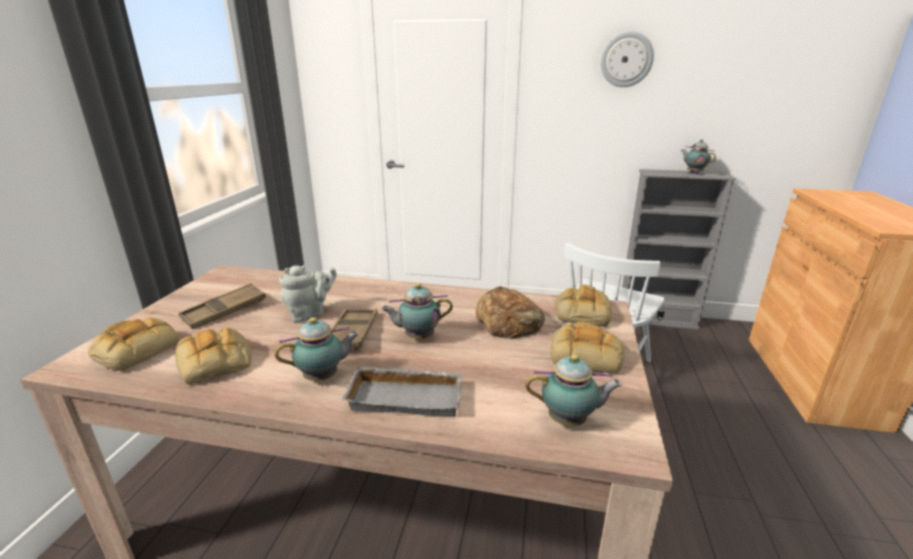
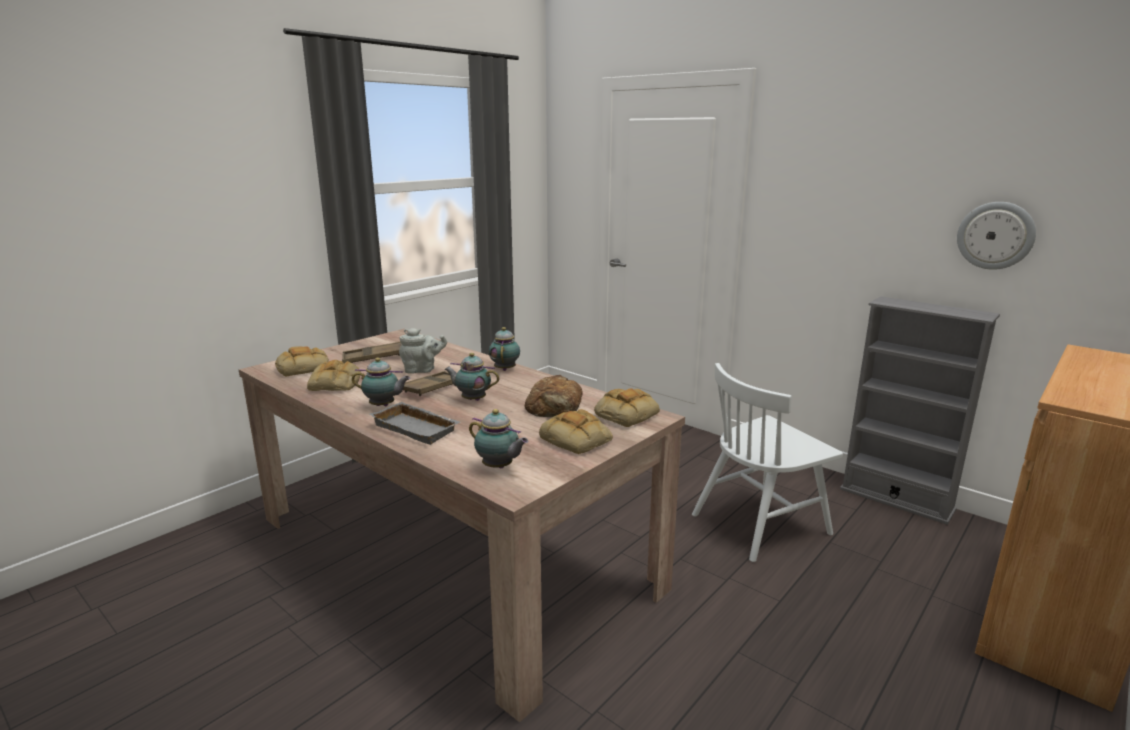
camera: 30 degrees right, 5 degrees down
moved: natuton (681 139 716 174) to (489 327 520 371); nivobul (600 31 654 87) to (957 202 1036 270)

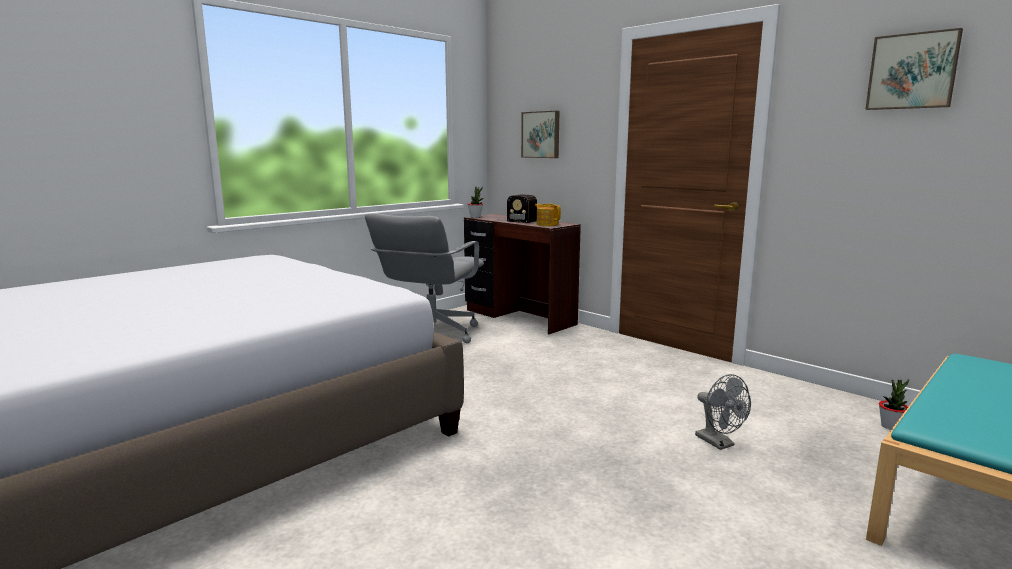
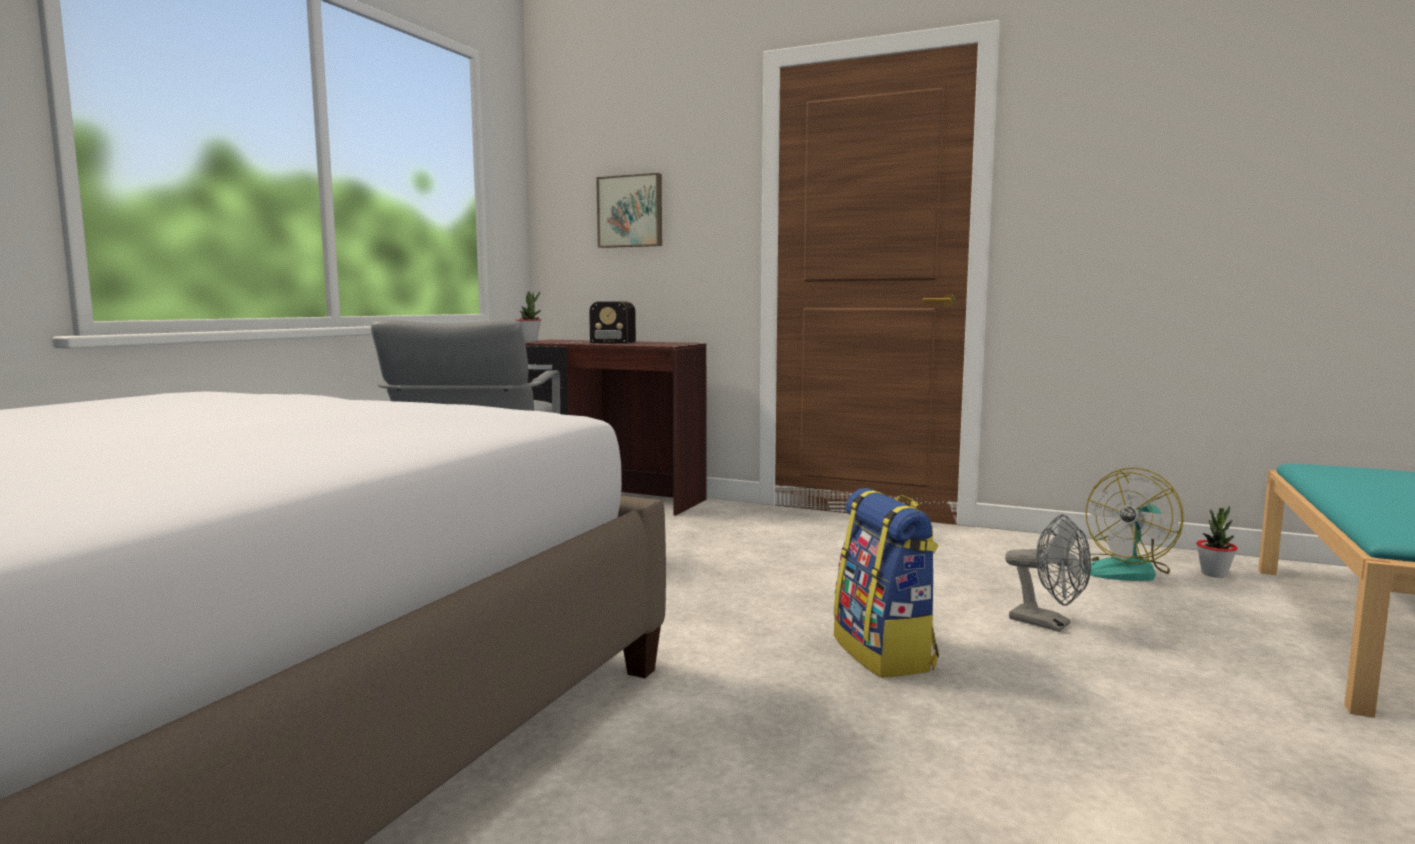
camera: 20 degrees left, 5 degrees down
removed: natuton (535 204 561 226); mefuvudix (865 28 963 110)
added: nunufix (834 488 939 678); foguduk (1083 468 1184 581)

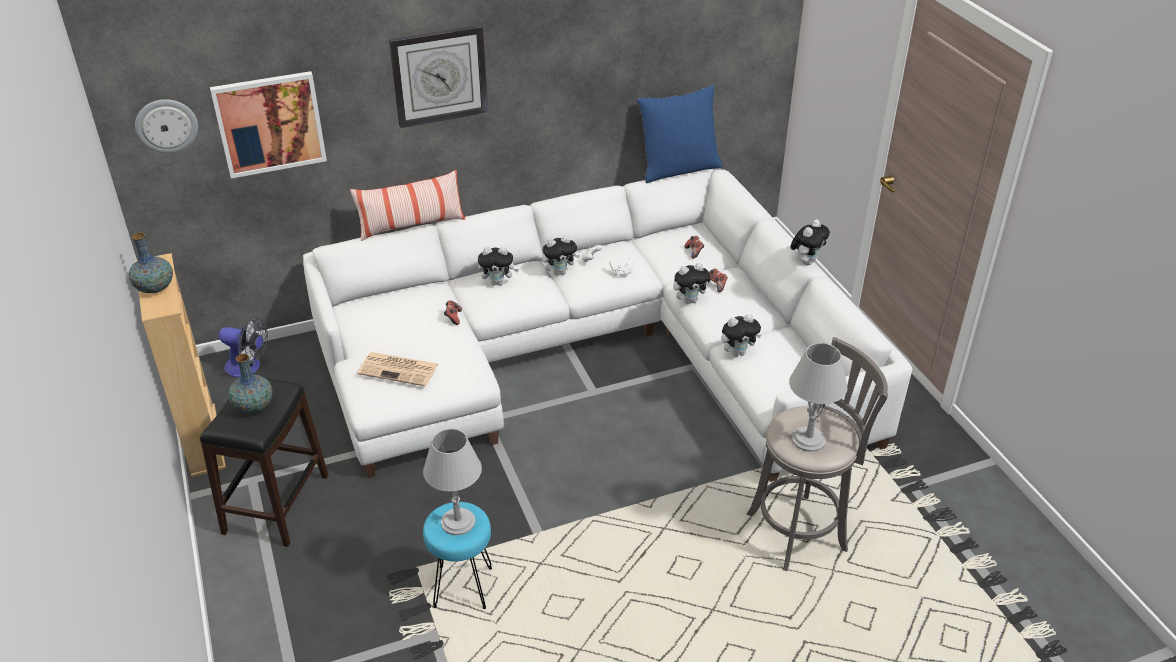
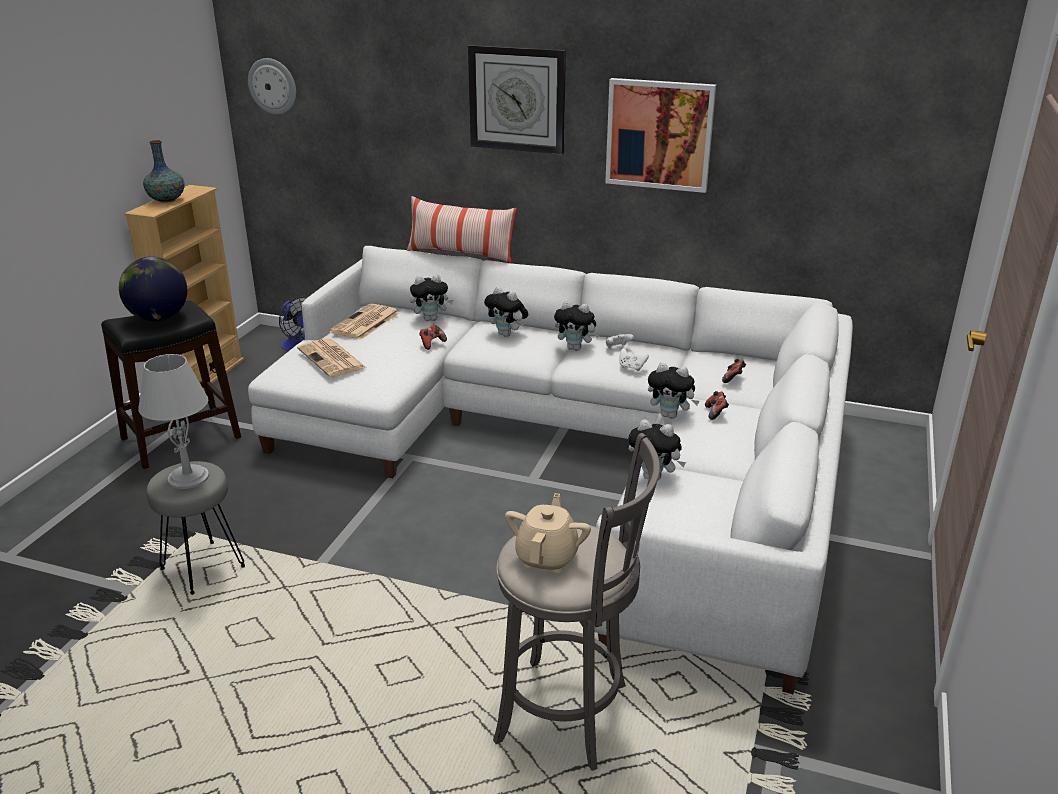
camera: 40 degrees right, 10 degrees down
removed: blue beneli (637 85 722 183)
added: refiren (329 304 399 340)
moved: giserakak (790 219 830 265) to (410 275 453 321); mefuvudix (210 71 327 178) to (605 78 716 193)
replaced: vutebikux (228 354 273 413) to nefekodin (119 257 187 321); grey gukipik (789 343 848 452) to beige natuton (505 493 591 573)
recoloured: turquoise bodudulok (423 502 492 609) to grey bodudulok (147 461 245 595)

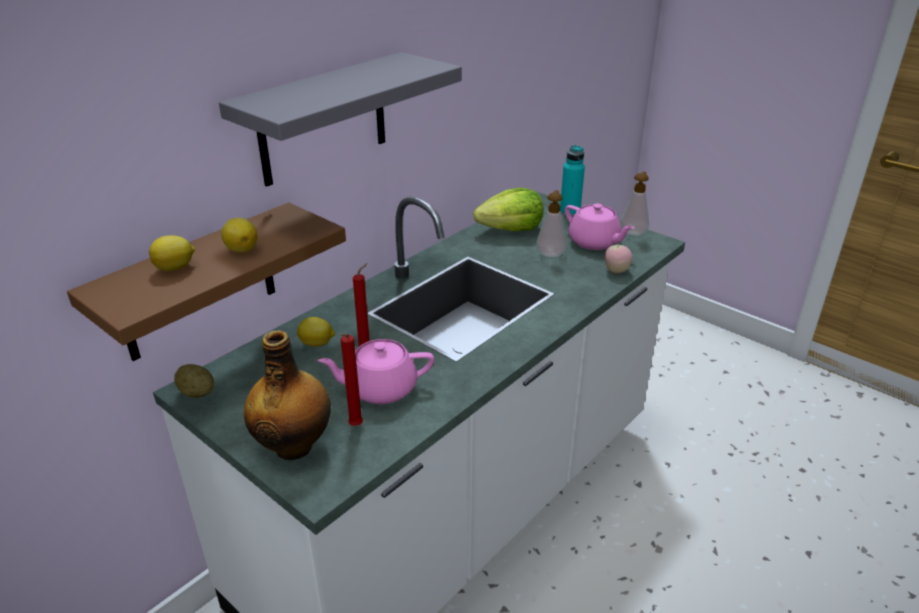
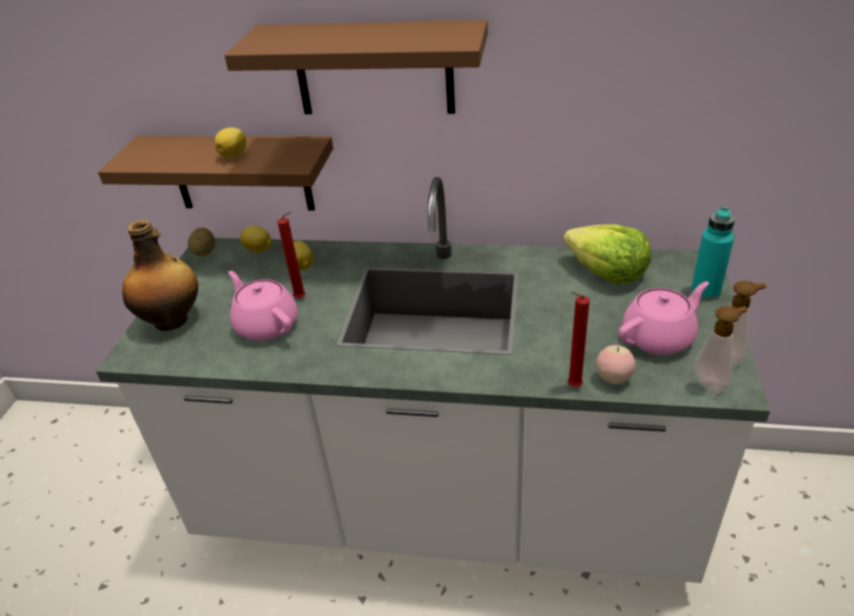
camera: 60 degrees right, 5 degrees up
moved: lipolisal (149 235 195 271) to (240 226 272 253); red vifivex (341 334 363 426) to (567 292 590 387); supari (536 190 566 257) to (694 306 748 393)
recoloured: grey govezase (219 52 462 187) to brown govezase (224 20 488 114)
turned: pink natuton (565 203 634 250) = (619 282 709 355) 135 degrees counterclockwise

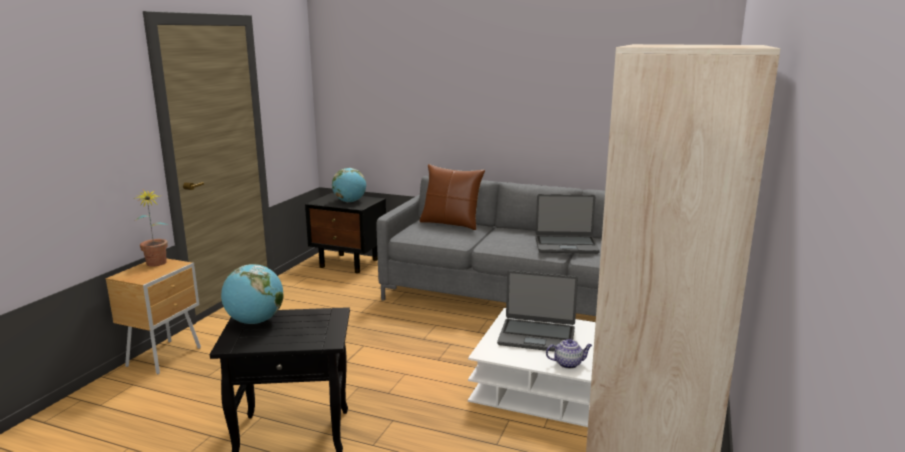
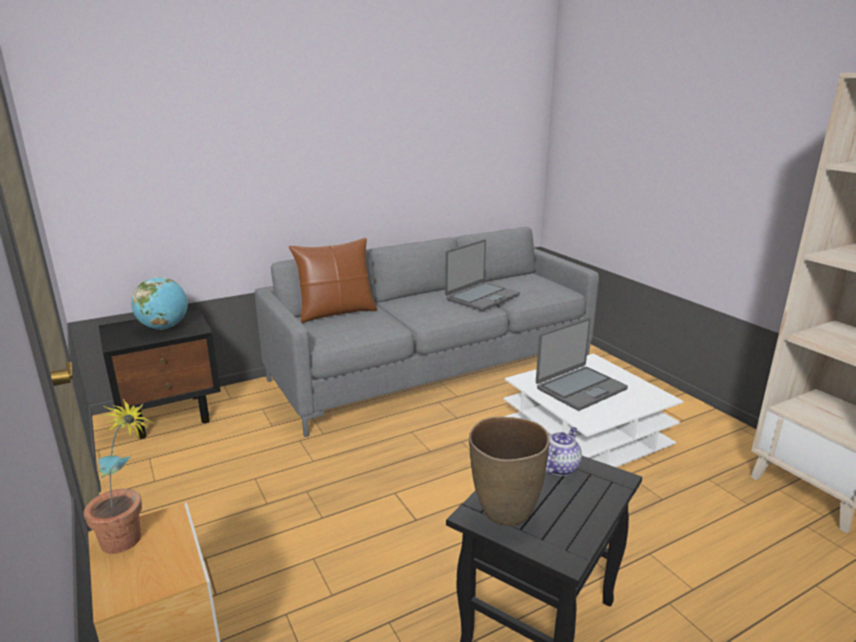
camera: 50 degrees left, 5 degrees up
moved: natuton (546 339 592 369) to (546 427 582 476)
replaced: nefekodin (221 264 284 324) to brown vutebikux (469 417 550 526)

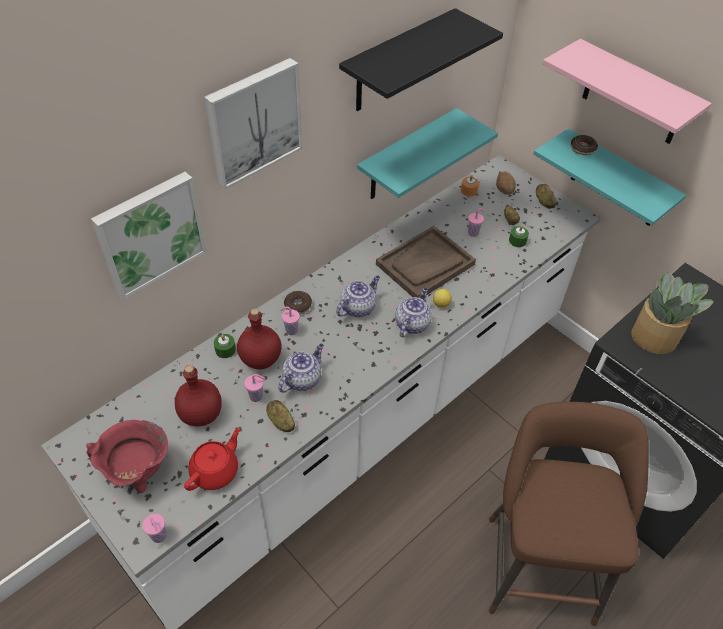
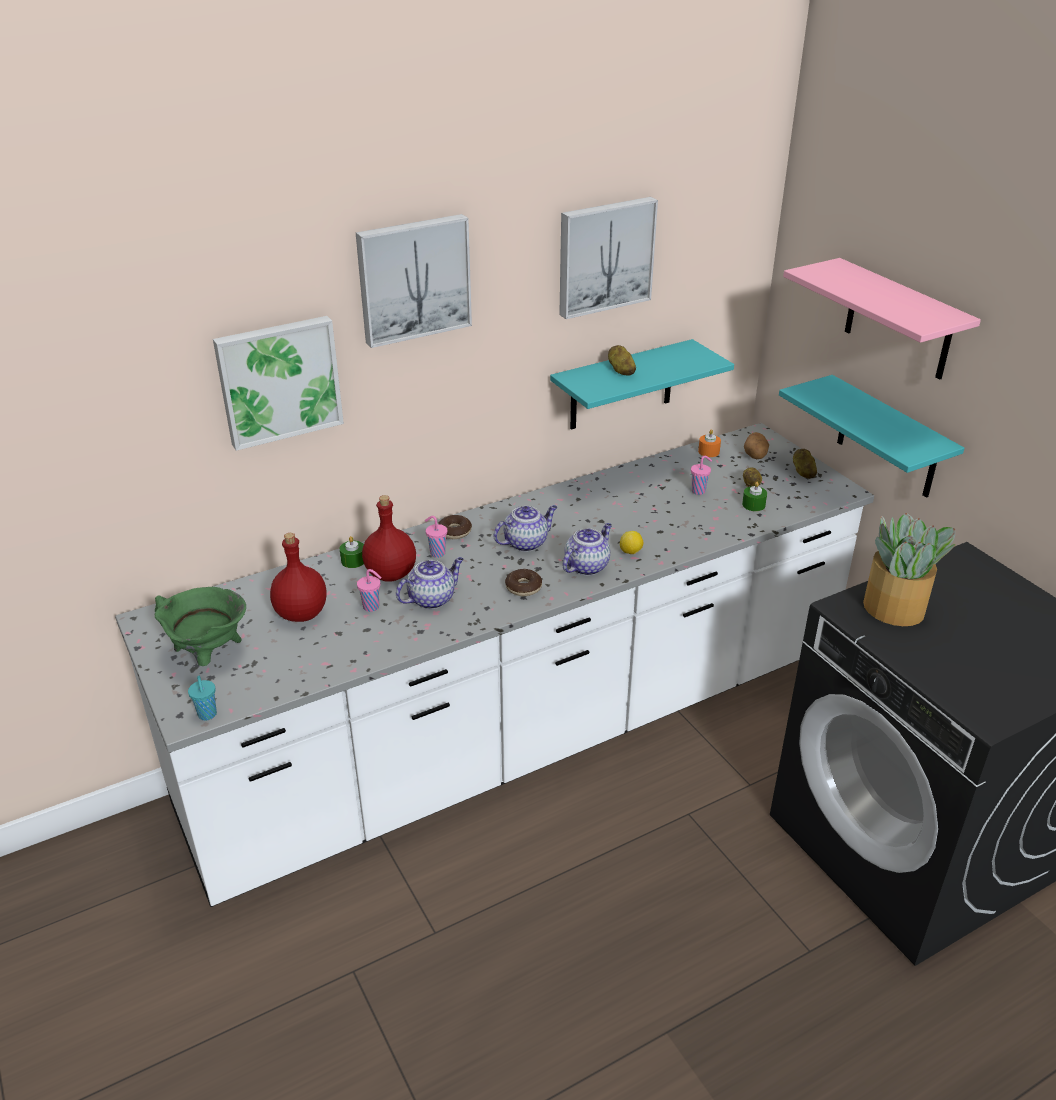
camera: 15 degrees right, 15 degrees down
removed: red natuton (184 428 240 491); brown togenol (376 226 476 298); brown bodudulok (489 402 649 626)
moved: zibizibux (571 135 598 156) to (505 569 542 597); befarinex (266 400 295 432) to (608 345 636 376)
replaced: black govezase (339 8 503 111) to mefuvudix (559 197 658 319)
recoloured: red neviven (86 420 168 493) to green neviven (155 587 246 666); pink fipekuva (142 514 167 543) to turquoise fipekuva (188 676 217 721)

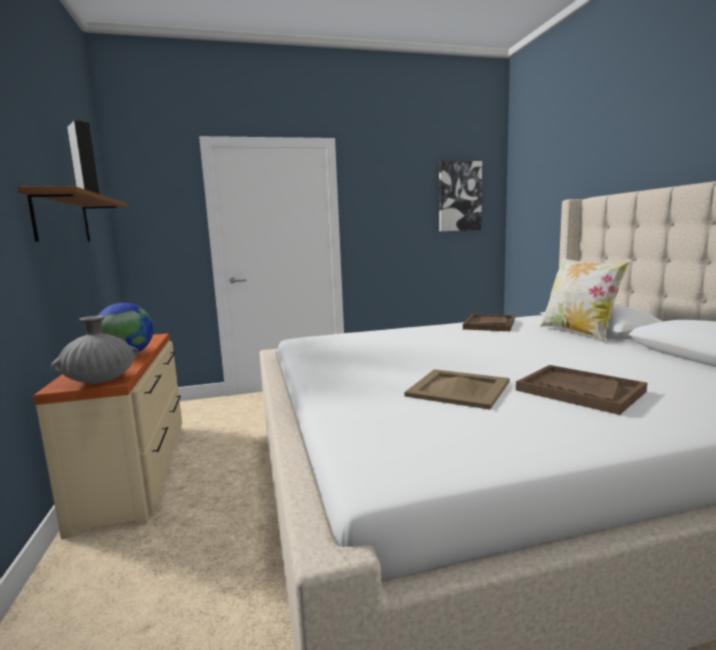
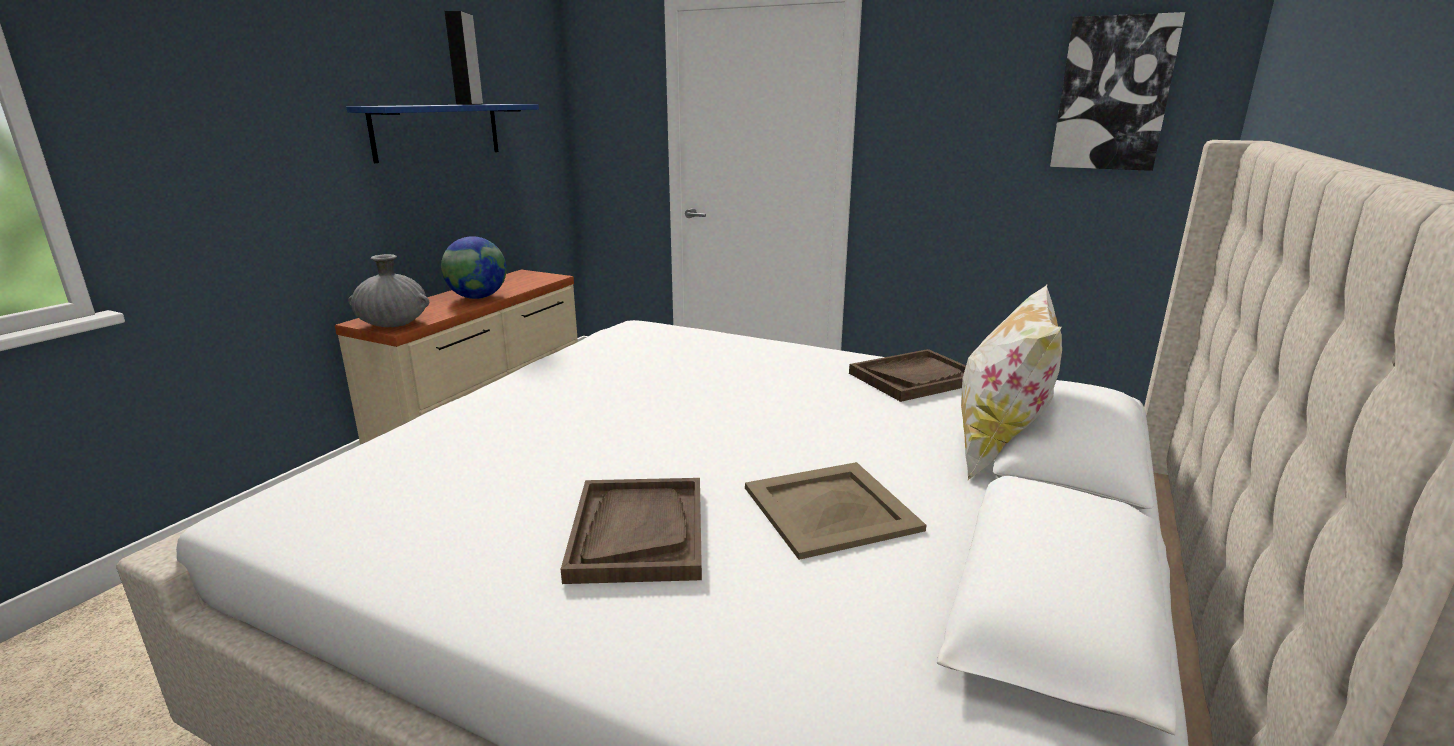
camera: 40 degrees right, 10 degrees up
moved: beige togenol (404 369 510 410) to (745 462 926 560)
recoloured: brown govezase (17 186 128 242) to blue govezase (346 104 539 163)

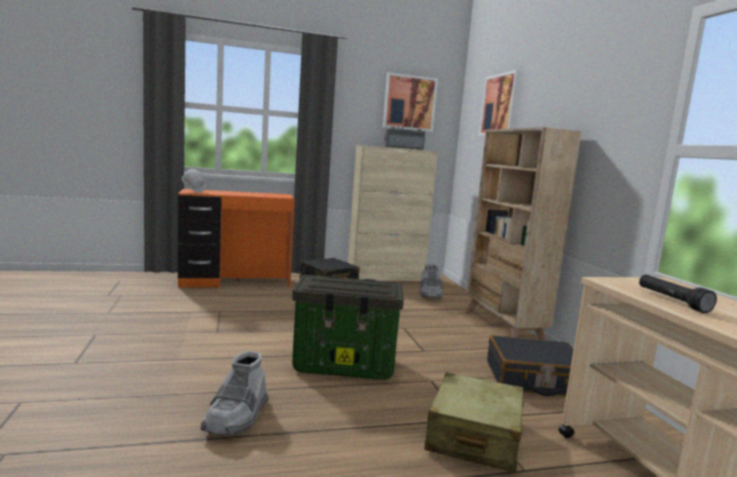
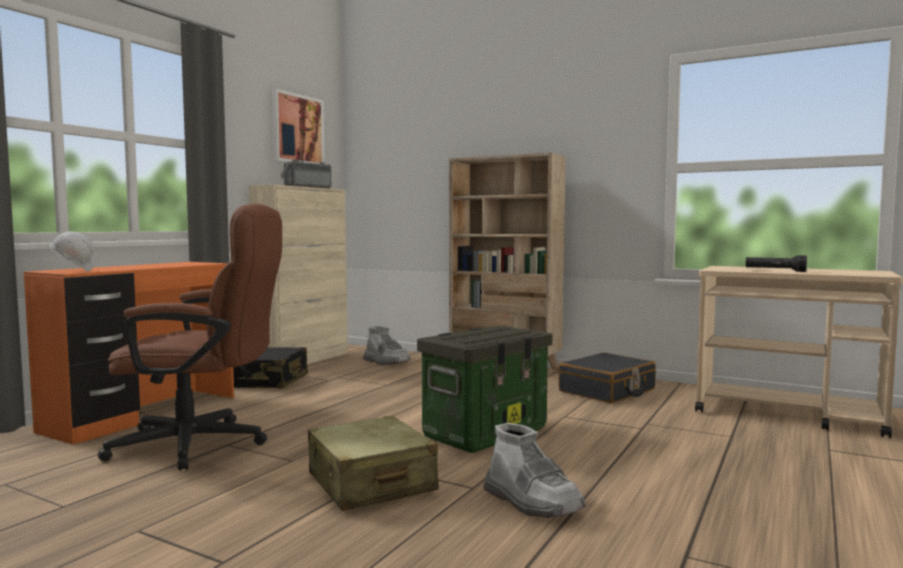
camera: 45 degrees left, 5 degrees down
removed: mefuvudix (479 70 521 136)
added: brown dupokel (98 203 282 470)
moved: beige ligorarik (425 372 524 473) to (308 416 439 511)

